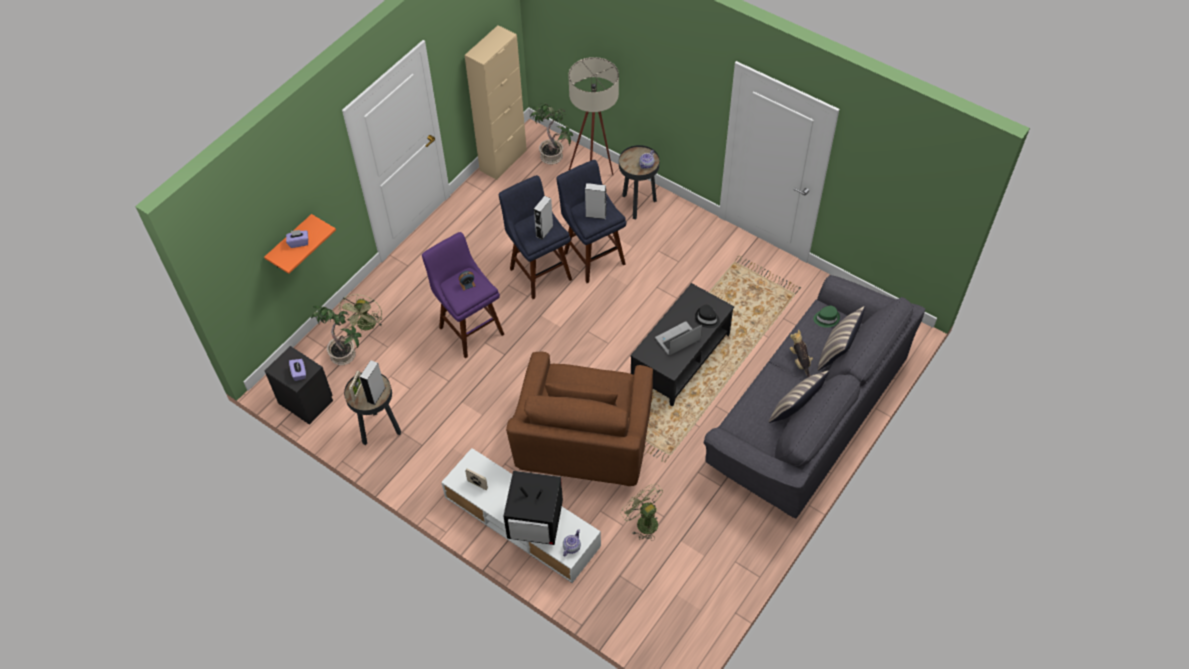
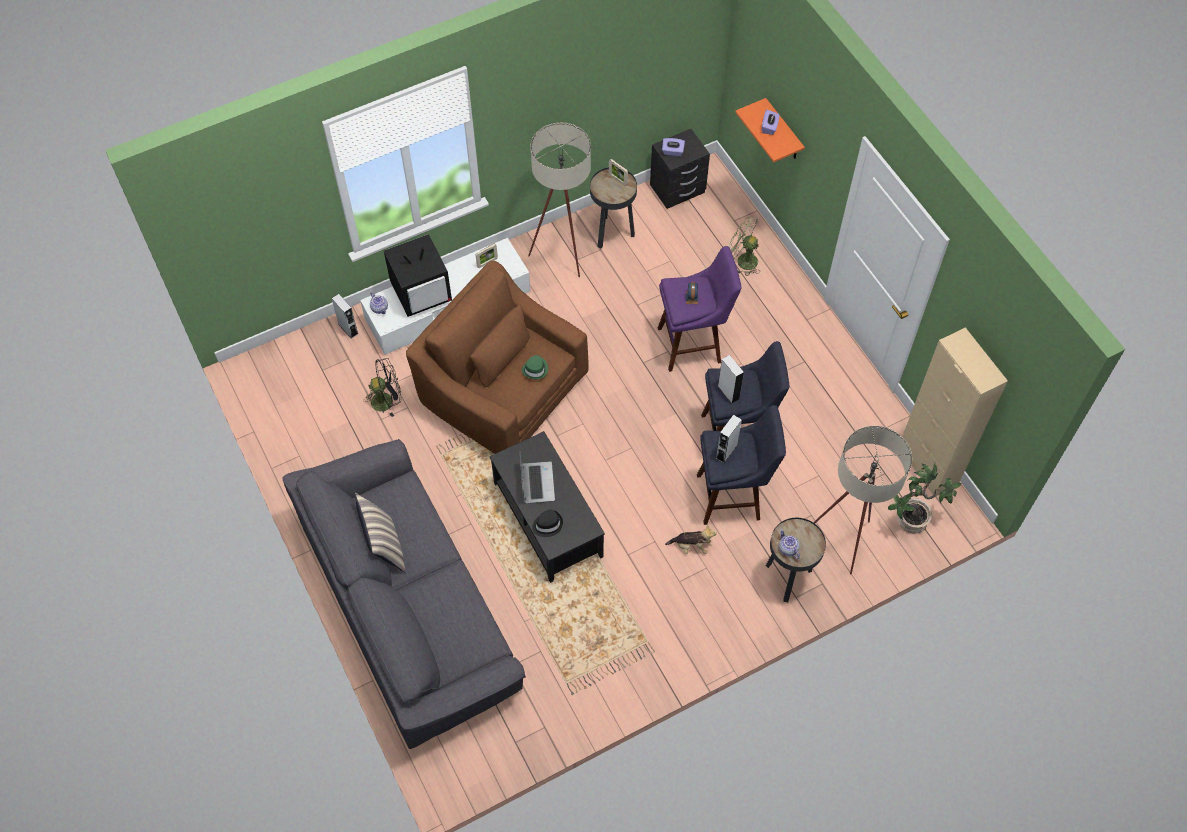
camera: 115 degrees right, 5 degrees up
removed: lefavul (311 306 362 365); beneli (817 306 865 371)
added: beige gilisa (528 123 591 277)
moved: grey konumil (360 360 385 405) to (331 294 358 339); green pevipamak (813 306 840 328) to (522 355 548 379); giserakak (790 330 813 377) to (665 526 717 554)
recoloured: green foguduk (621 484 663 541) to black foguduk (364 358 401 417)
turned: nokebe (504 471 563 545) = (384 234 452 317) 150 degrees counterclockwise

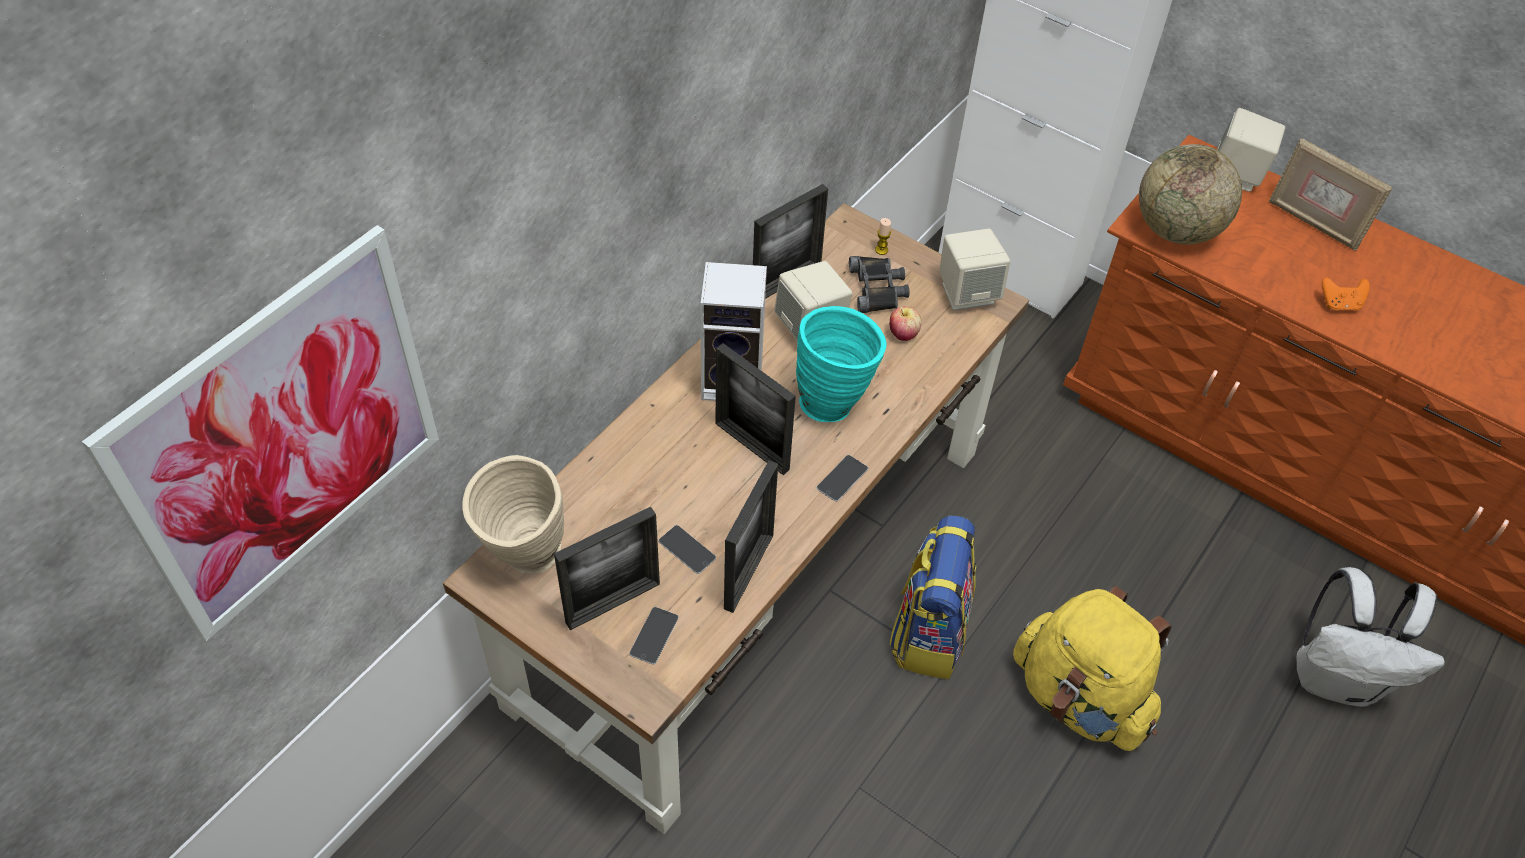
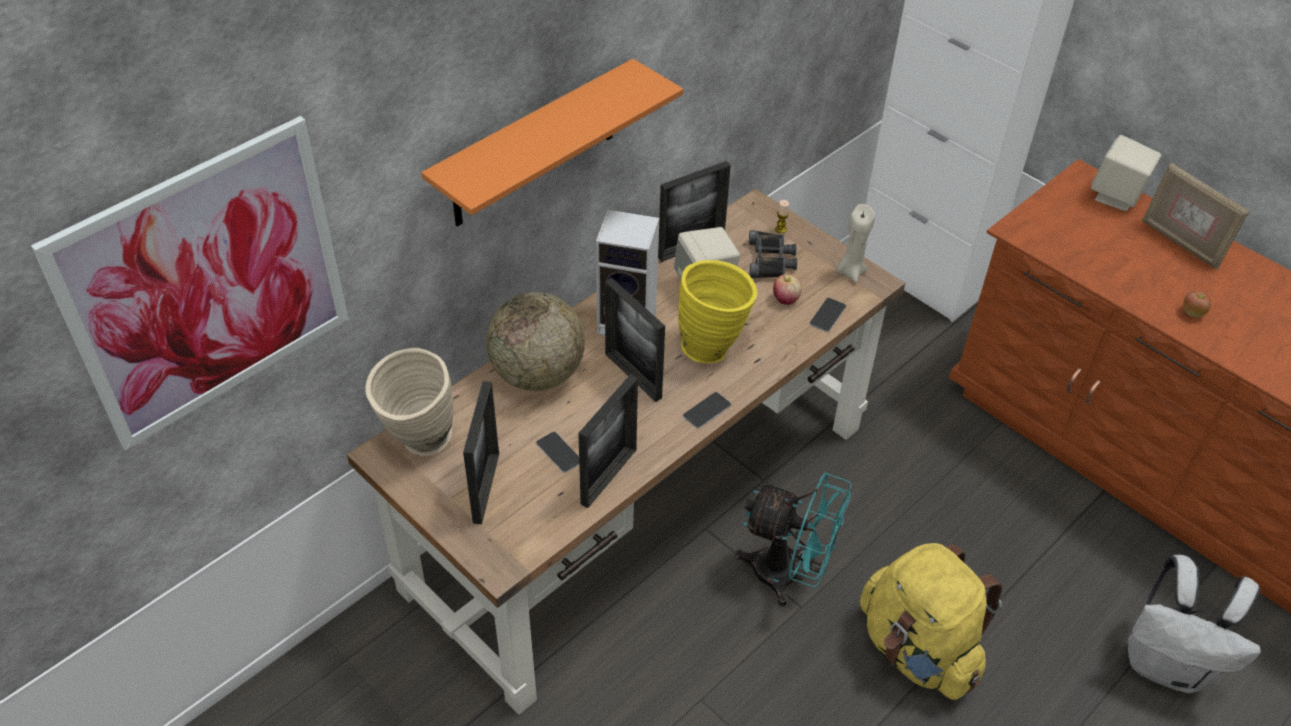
camera: 10 degrees right, 5 degrees down
added: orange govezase (421 59 683 227)
moved: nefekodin (1139 144 1242 245) to (486 292 585 391); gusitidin (629 607 679 665) to (809 298 847 332)
replaced: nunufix (889 515 976 679) to turquoise foguduk (735 473 852 607); beige konumil (939 228 1010 311) to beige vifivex (837 204 875 283); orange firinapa (1322 277 1370 311) to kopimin (1183 291 1211 318)
recoloured: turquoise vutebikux (796 306 886 422) to yellow vutebikux (678 260 757 363)
turned: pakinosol (554 506 660 630) = (463 381 499 524) 60 degrees counterclockwise

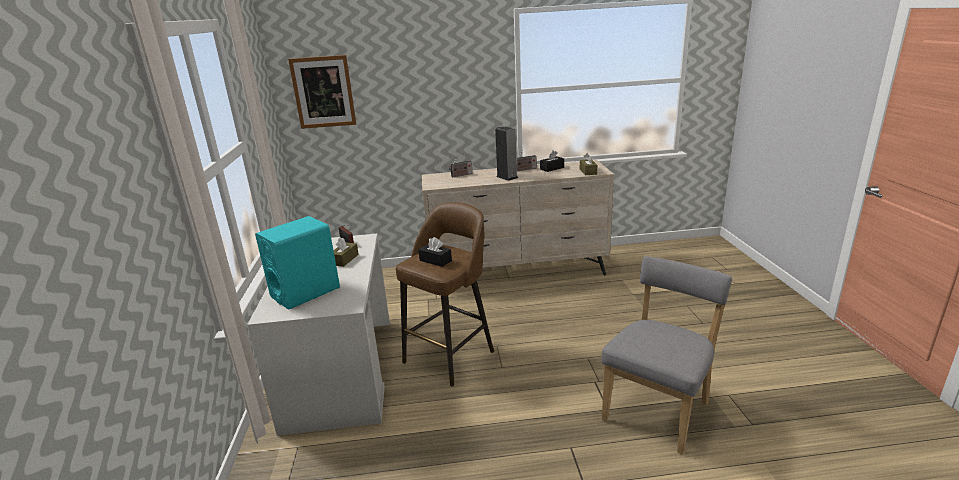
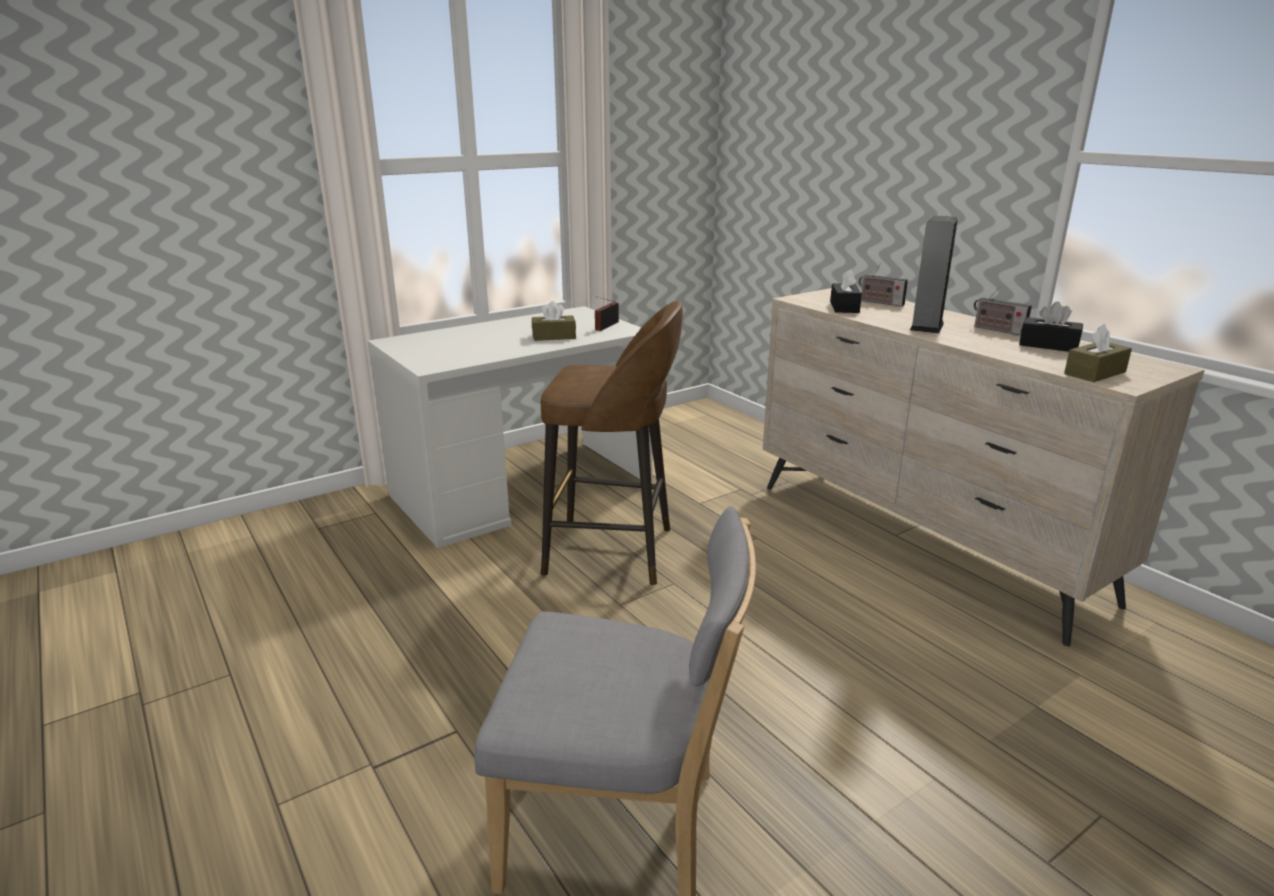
camera: 60 degrees right, 0 degrees up
removed: turquoise konumil (255 216 340 310); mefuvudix (288 55 356 129)
moved: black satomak (418 237 452 267) to (830 269 862 313)

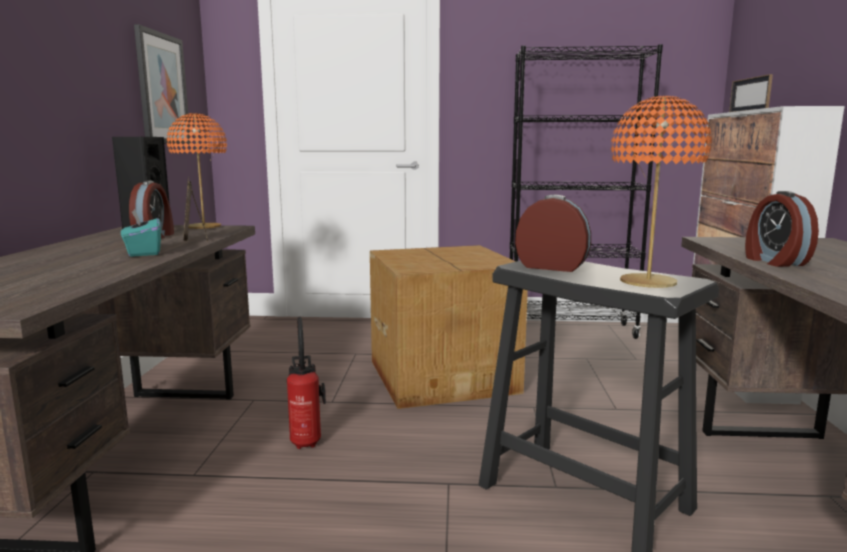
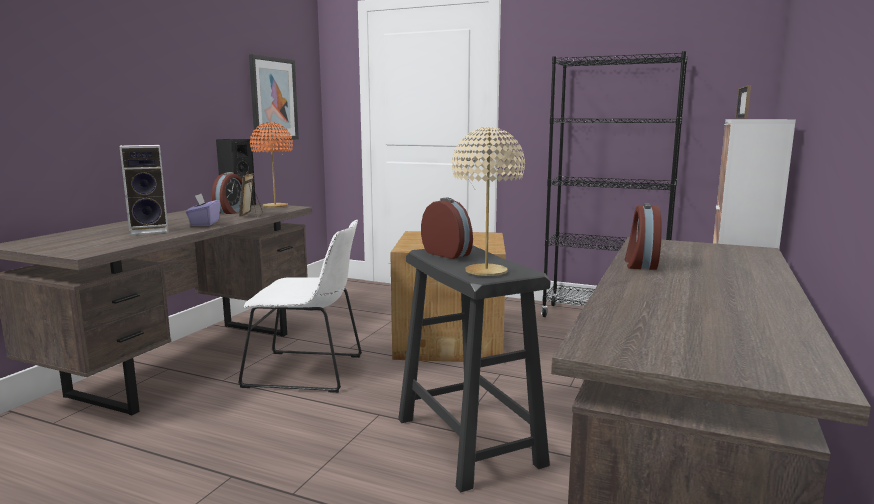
camera: 20 degrees right, 0 degrees up
added: konumil (120 145 169 235)
replaced: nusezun (287 317 326 449) to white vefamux (238 220 362 393)
recoloured: turquoise satomak (121 209 161 257) to purple satomak (186 194 220 226); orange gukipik (611 96 712 288) to beige gukipik (452 127 525 276)

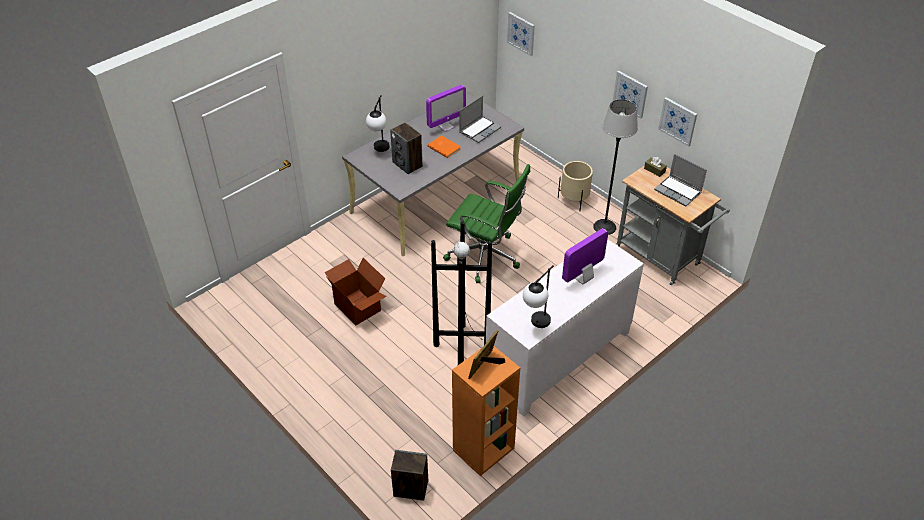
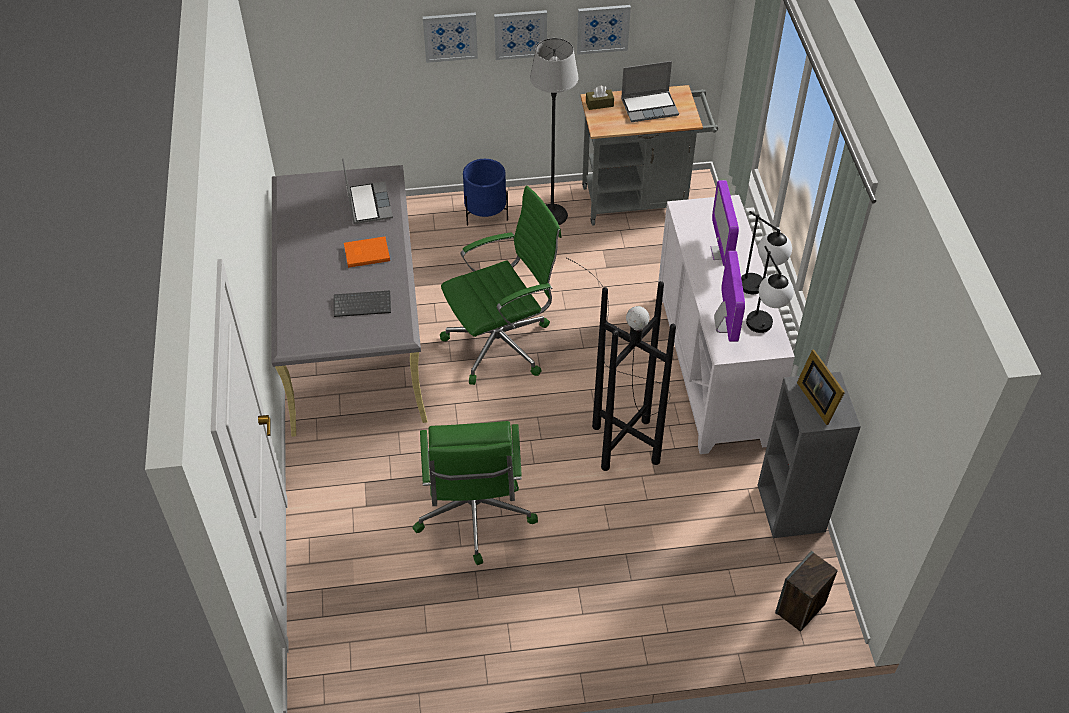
camera: 55 degrees left, 5 degrees up
moved: mefuvudix (507 12 535 56) to (423 13 478 63); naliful (426 85 466 132) to (714 251 745 342); gukipik (366 95 390 152) to (741 211 792 294)
replaced: konumil (390 123 423 174) to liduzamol (334 291 391 317); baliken (324 258 386 326) to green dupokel (412 421 538 565)
recoloured: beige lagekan (558 161 593 211) to blue lagekan (463 159 508 226); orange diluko (452 346 520 476) to grey diluko (758 372 861 538)

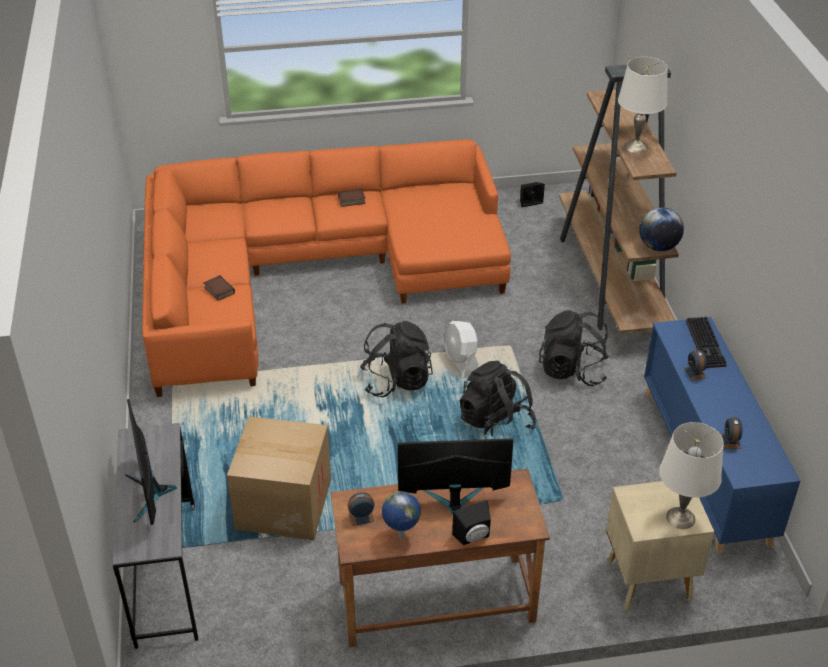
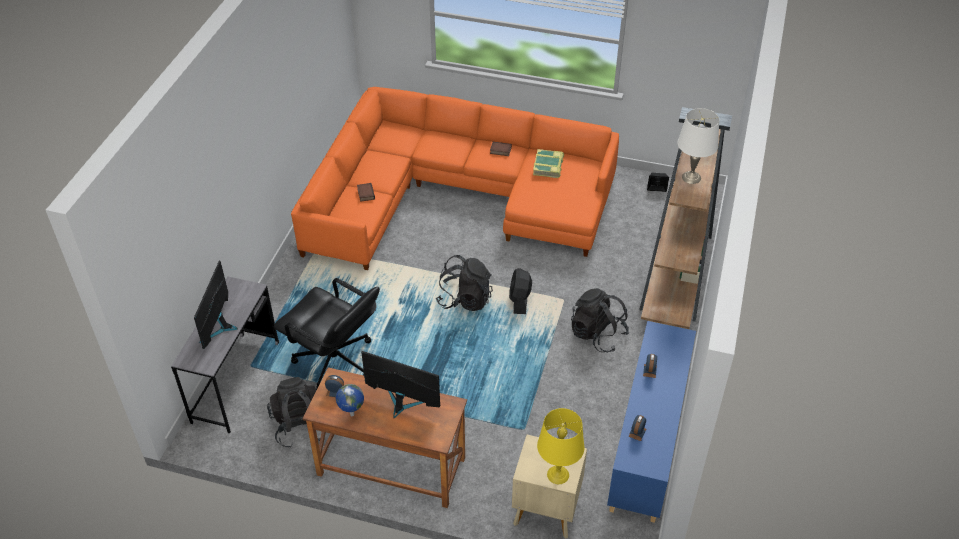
camera: 25 degrees right, 5 degrees up
removed: black konumil (452 500 491 545); nefekodin (639 207 684 251); liduzamol (686 317 727 368)
added: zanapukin (533 149 564 178)
moved: black nunufix (460 361 537 439) to (267 377 321 448)
replaced: baliken (227 416 331 540) to black dupokel (274 278 380 390)
recoloured: white foguduk (444 321 478 378) to black foguduk (509 268 532 314); white gukipik (659 422 724 529) to yellow gukipik (537 408 585 484)

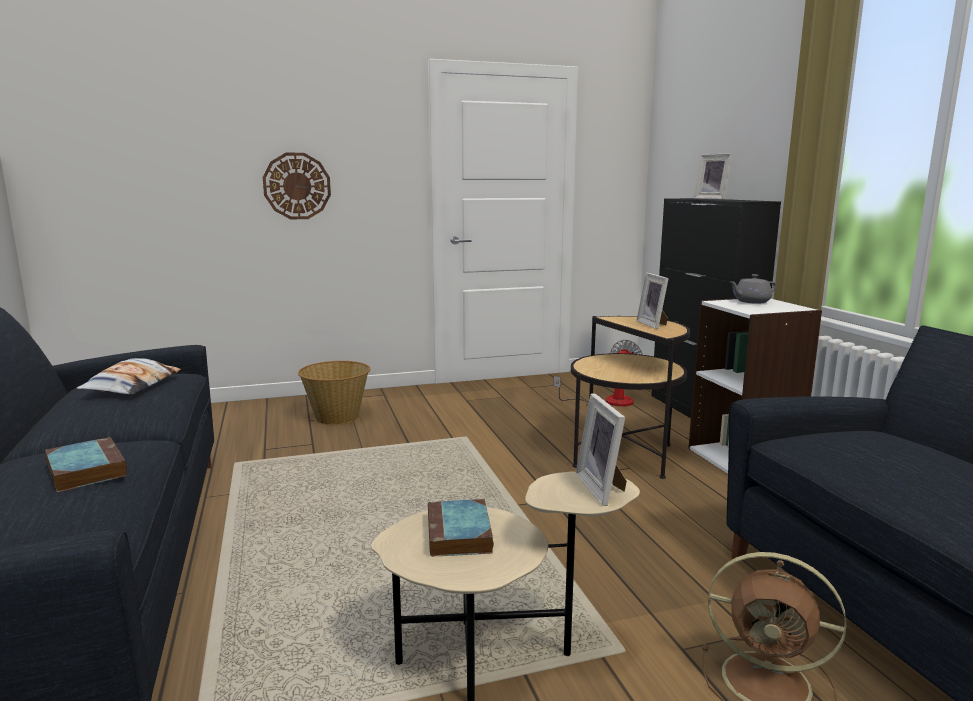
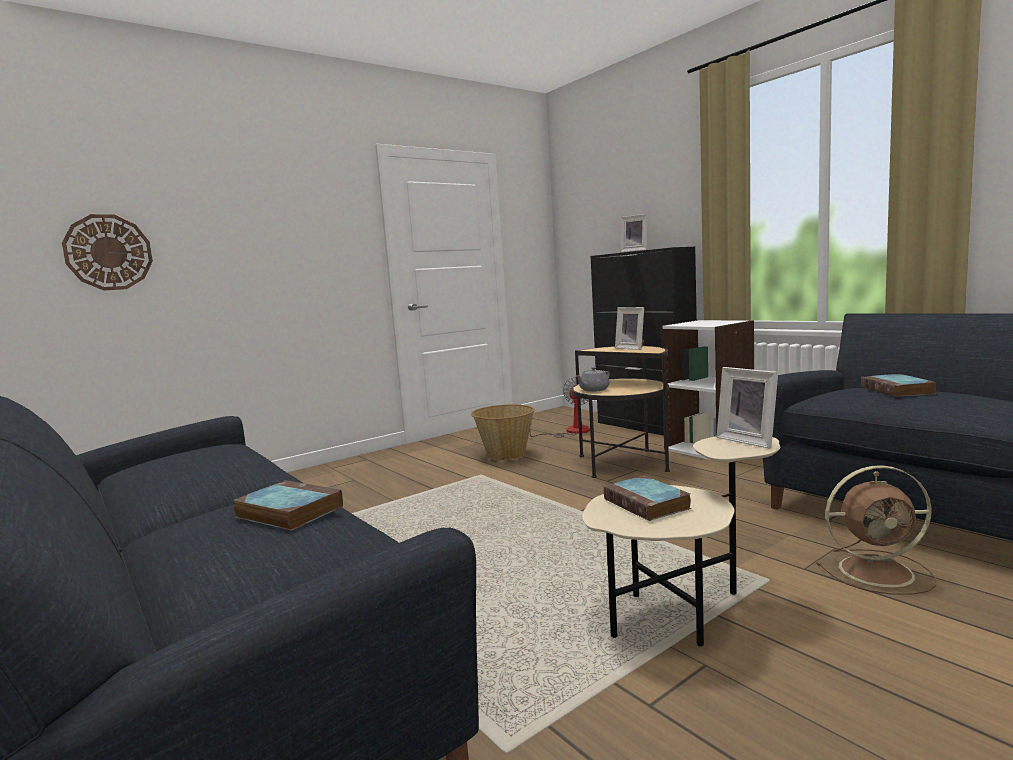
camera: 20 degrees left, 5 degrees down
removed: beneli (77 358 181 395)
added: zanapukin (861 374 936 397)
moved: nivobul (263 153 331 219) to (62 214 153 290); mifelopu (298 361 370 425) to (471 404 535 461); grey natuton (730 274 776 304) to (576 367 610 392)

